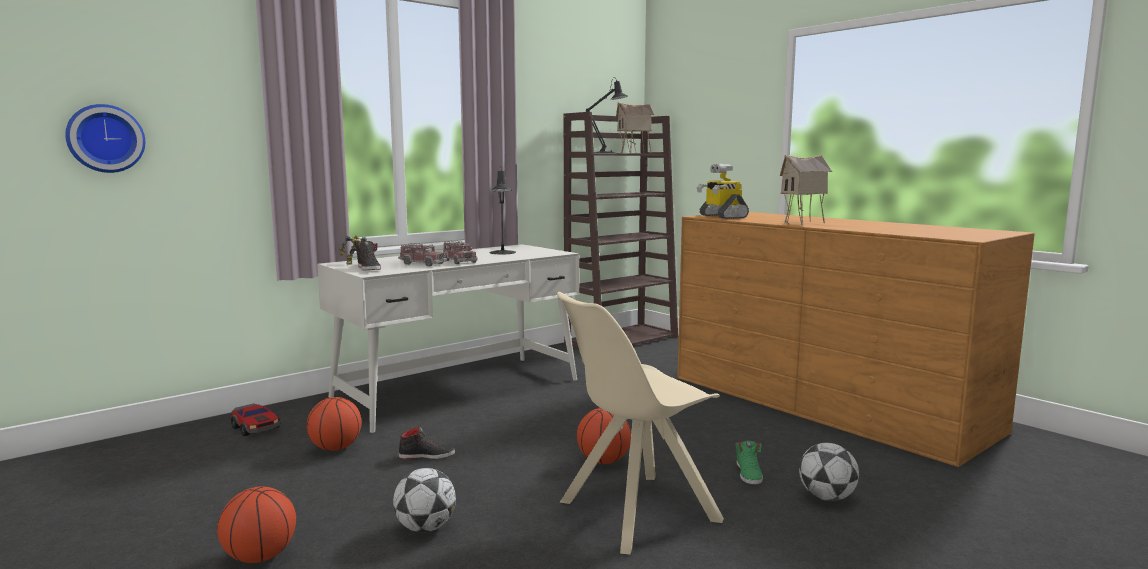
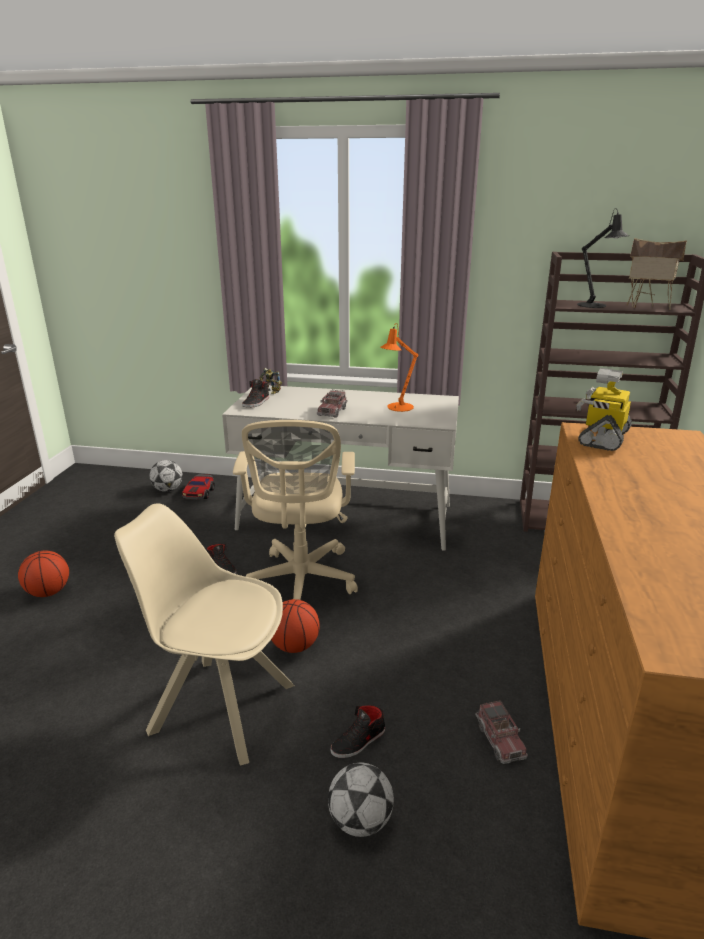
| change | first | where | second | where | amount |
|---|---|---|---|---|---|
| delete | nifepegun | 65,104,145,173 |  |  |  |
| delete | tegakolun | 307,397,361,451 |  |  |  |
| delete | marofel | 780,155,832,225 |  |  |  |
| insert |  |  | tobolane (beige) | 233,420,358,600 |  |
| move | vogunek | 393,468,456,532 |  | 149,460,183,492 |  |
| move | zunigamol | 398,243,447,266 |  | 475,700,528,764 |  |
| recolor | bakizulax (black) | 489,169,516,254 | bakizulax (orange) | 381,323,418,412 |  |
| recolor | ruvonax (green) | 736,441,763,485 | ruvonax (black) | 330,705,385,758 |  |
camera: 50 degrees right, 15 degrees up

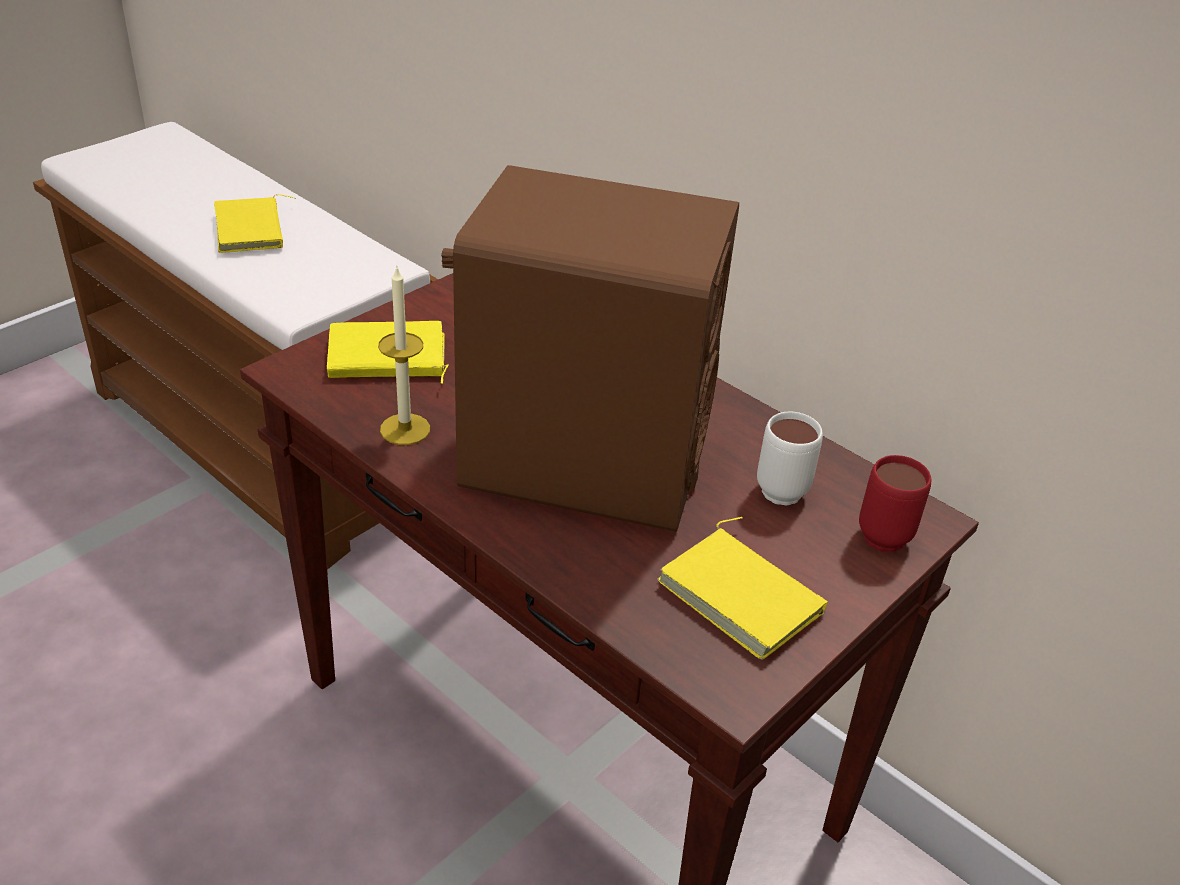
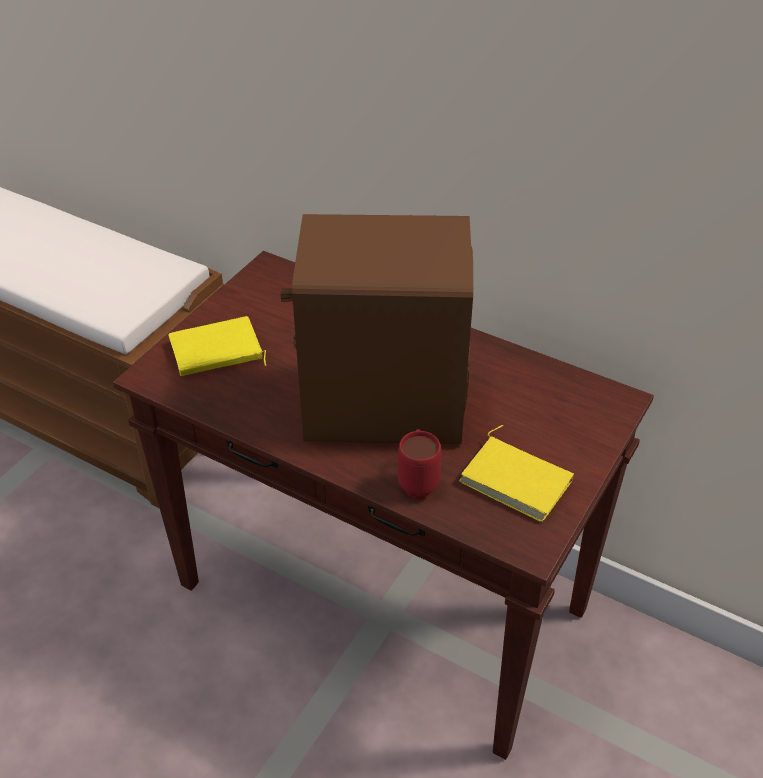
| change | first | where | second | where | amount |
|---|---|---|---|---|---|
| delete | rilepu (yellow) | 214,194,294,253 |  |  |  |
| delete | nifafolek | 378,268,430,445 |  |  |  |
| delete | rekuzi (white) | 757,412,823,506 |  |  |  |
| move | rekuzi (red) | 859,455,931,552 |  | 398,429,441,499 |  |
camera: 10 degrees left, 5 degrees up

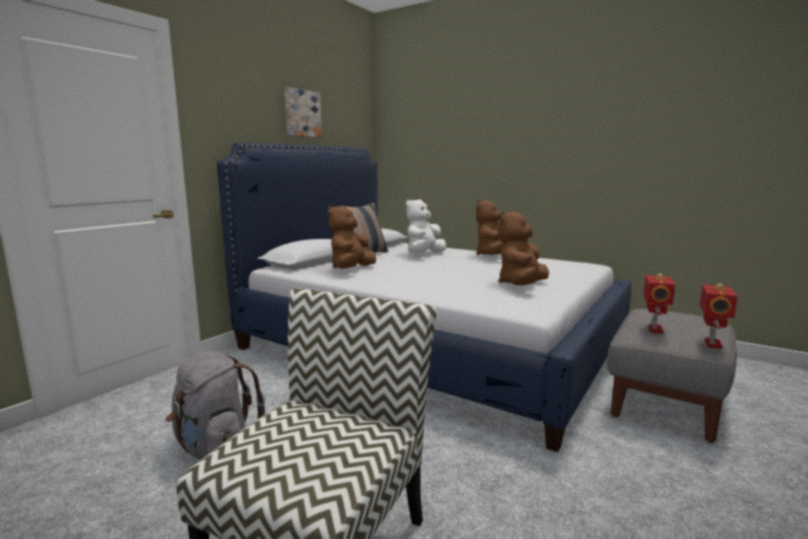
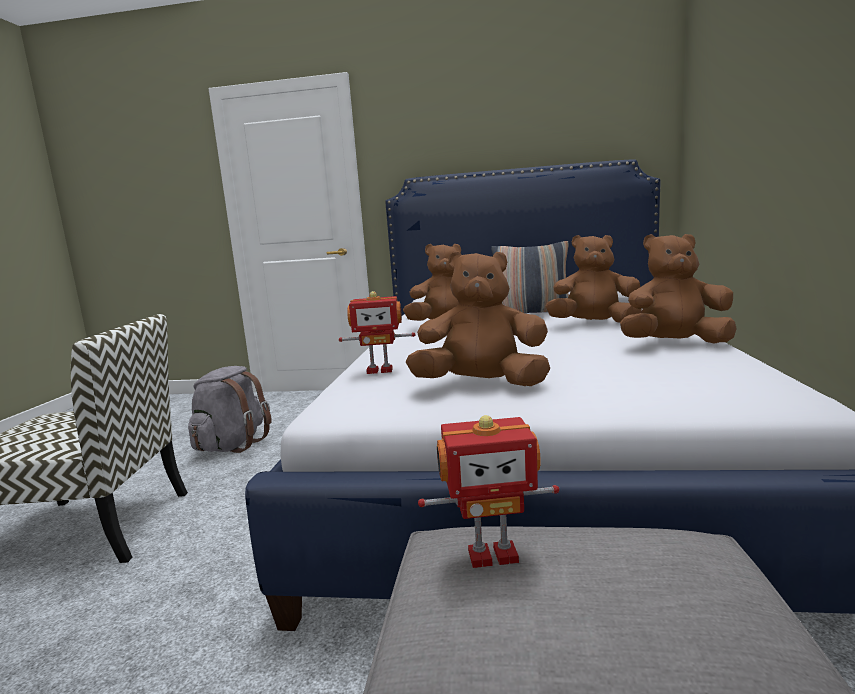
| change | first | where | second | where | amount |
|---|---|---|---|---|---|
| delete | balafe | 284,87,322,138 |  |  |  |
| move | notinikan | 700,283,738,349 |  | 339,291,415,374 |  |
| recolor | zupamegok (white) | 406,199,446,253 | zupamegok (brown) | 546,235,642,323 |  |
camera: 65 degrees right, 0 degrees up

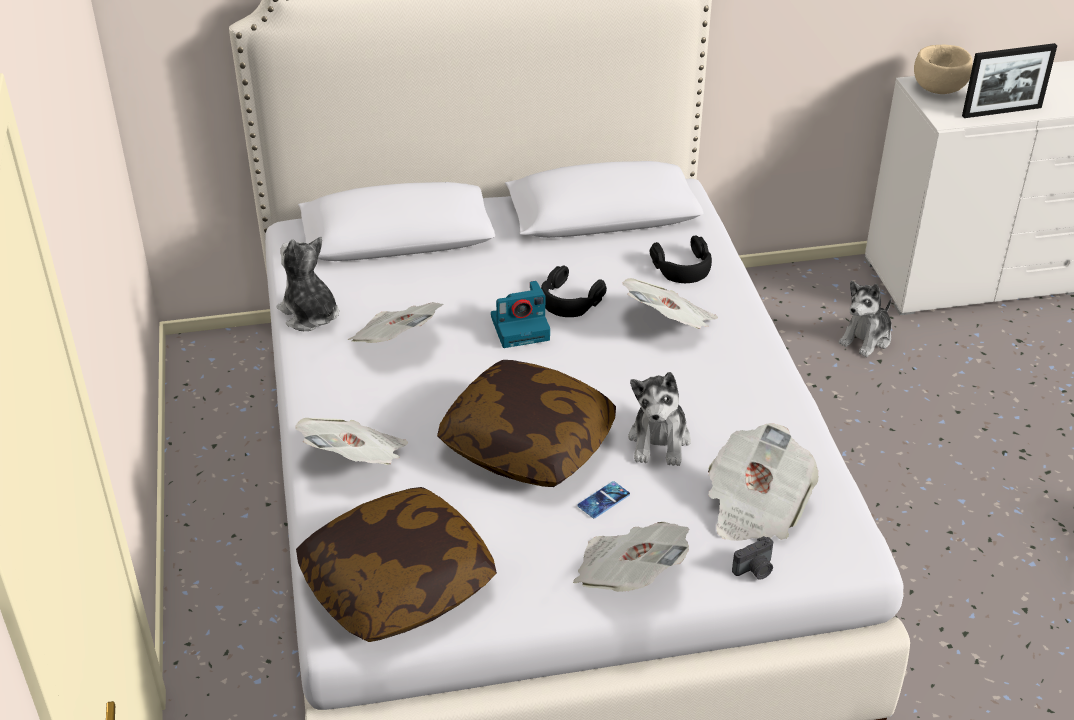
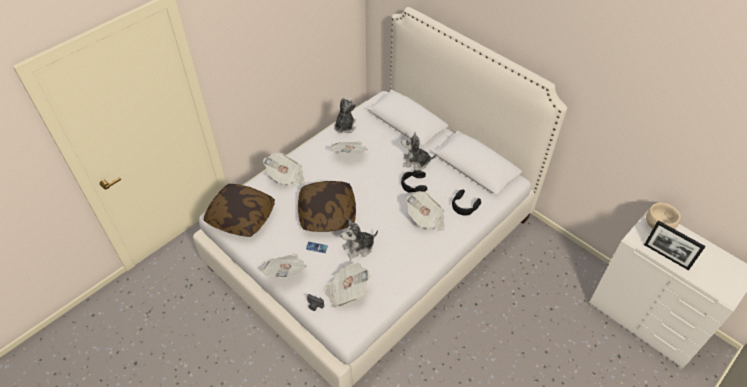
| change | first | where | second | where | amount |
|---|---|---|---|---|---|
| delete | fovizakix | 491,281,550,348 |  |  |  |
| move | zupamegok | 838,281,892,357 |  | 401,132,436,170 |  |
camera: 55 degrees right, 10 degrees up

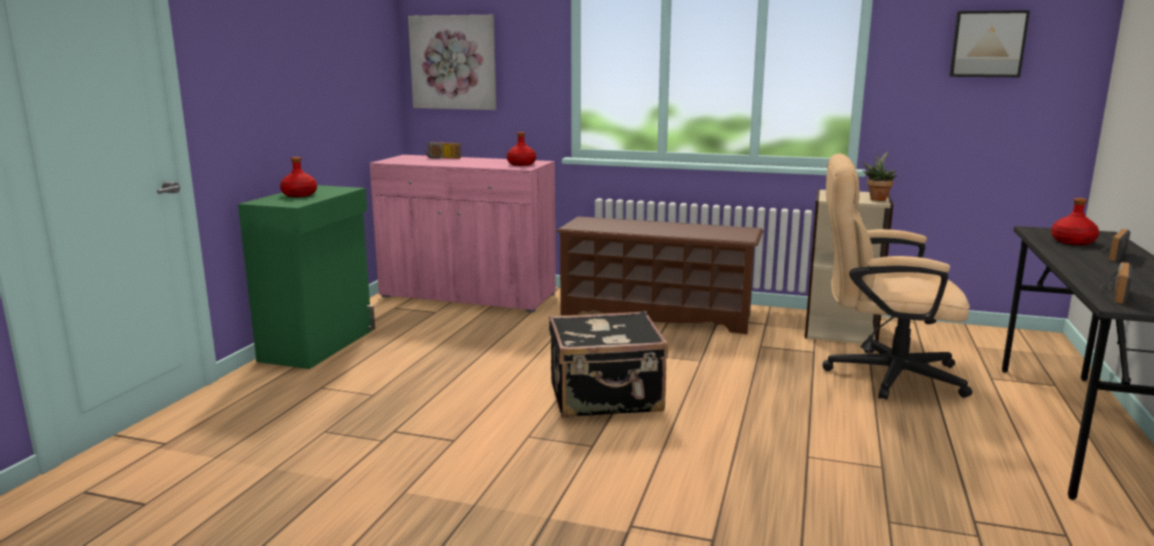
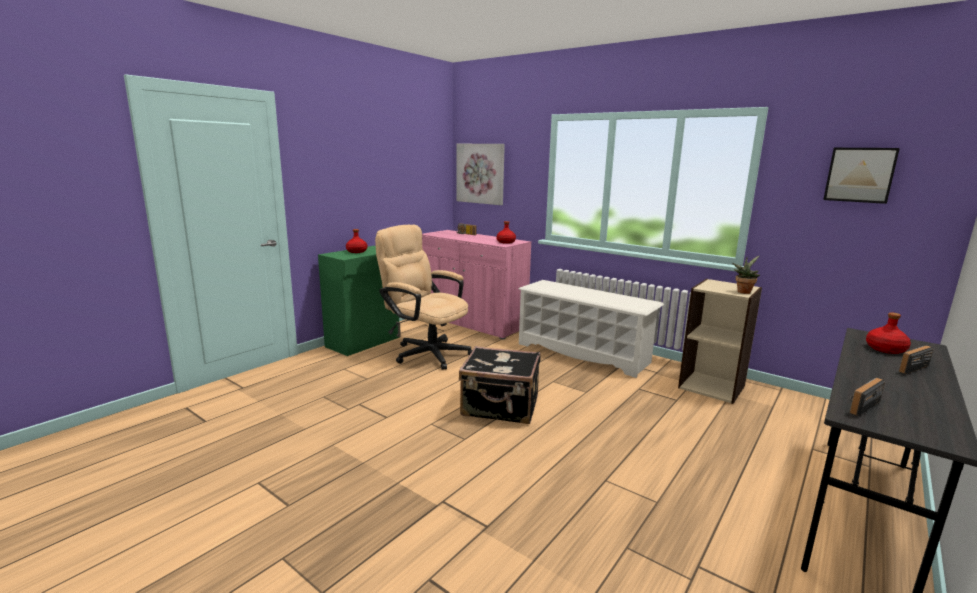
| change | first | where | second | where | amount |
|---|---|---|---|---|---|
| move | tobolane (beige) | 822,154,973,400 |  | 375,225,472,370 |  |
| recolor | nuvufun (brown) | 556,217,763,334 | nuvufun (white) | 518,280,664,378 |  |
camera: 20 degrees right, 0 degrees up

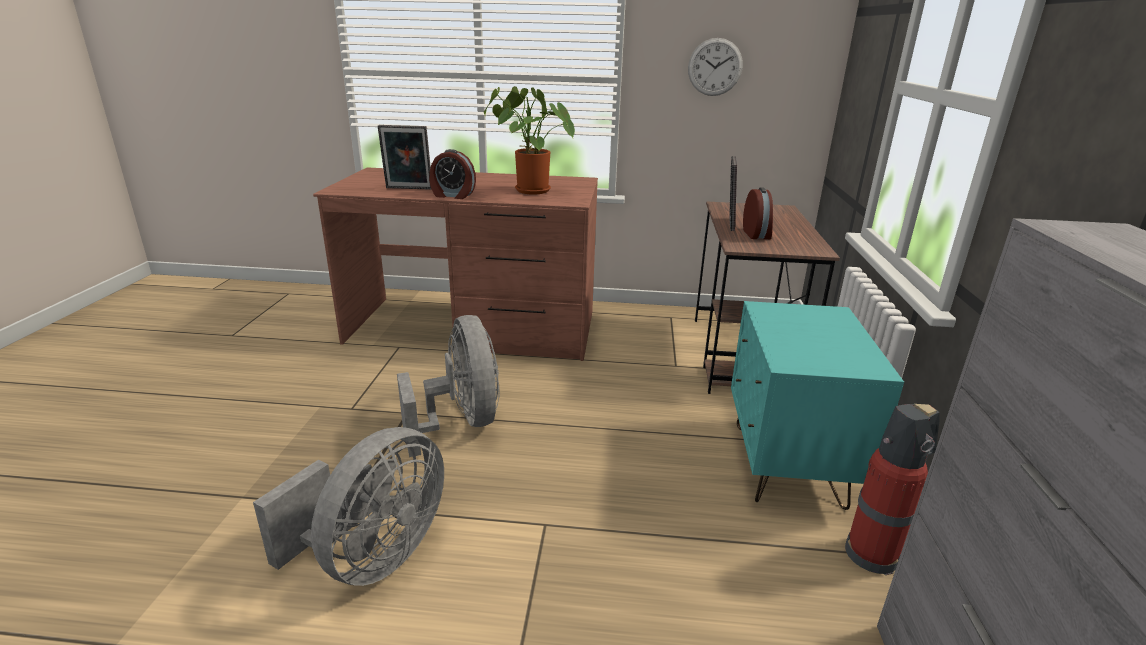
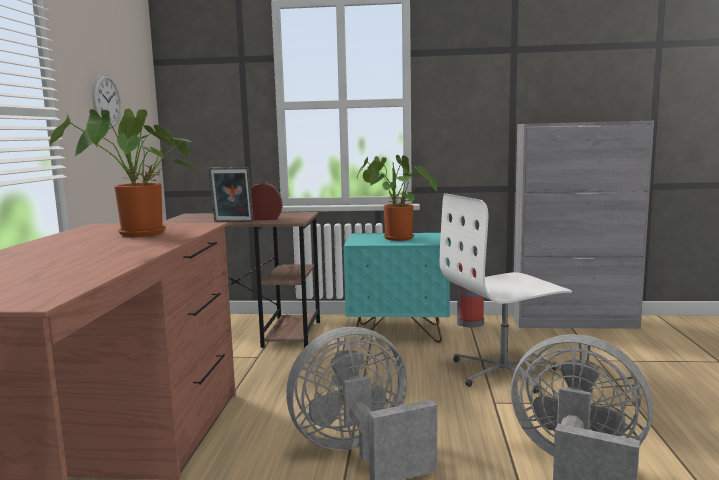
| change | first | where | second | where | amount |
|---|---|---|---|---|---|
| delete | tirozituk | 378,125,431,190 |  |  |  |
| delete | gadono | 429,149,476,199 |  |  |  |
| insert |  |  | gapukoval | 357,155,437,241 |  |
| insert |  |  | tobolane (white) | 440,193,572,393 |  |
camera: 90 degrees left, 15 degrees down

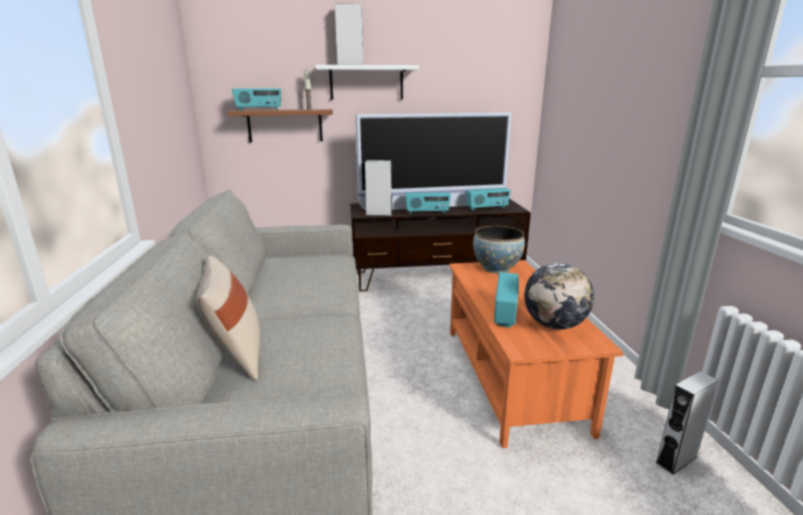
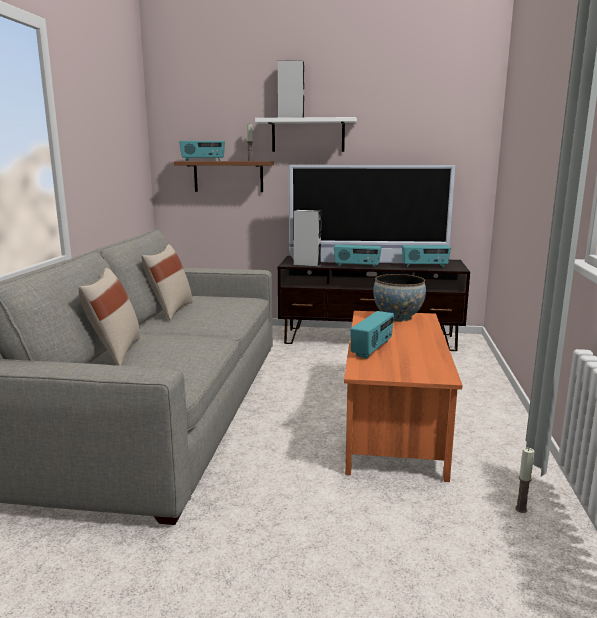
| change | first | where | second | where | amount |
|---|---|---|---|---|---|
| delete | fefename | 524,263,594,329 |  |  |  |
| insert |  |  | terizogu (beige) | 141,244,193,320 |  |
| replace | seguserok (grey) | 655,371,719,475 | nifafolek | 515,447,534,513 |  |
camera: 15 degrees right, 5 degrees down

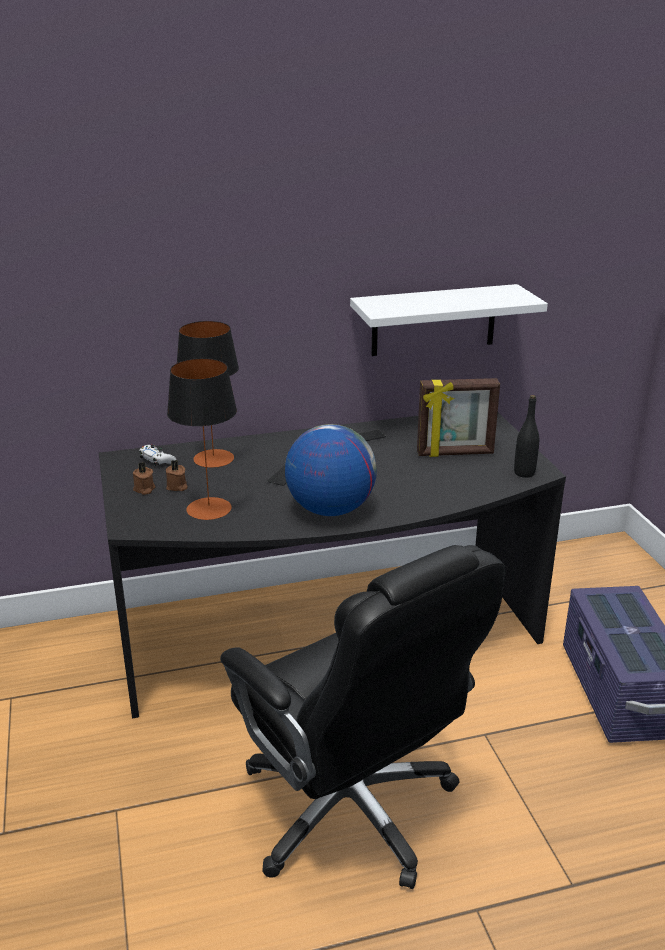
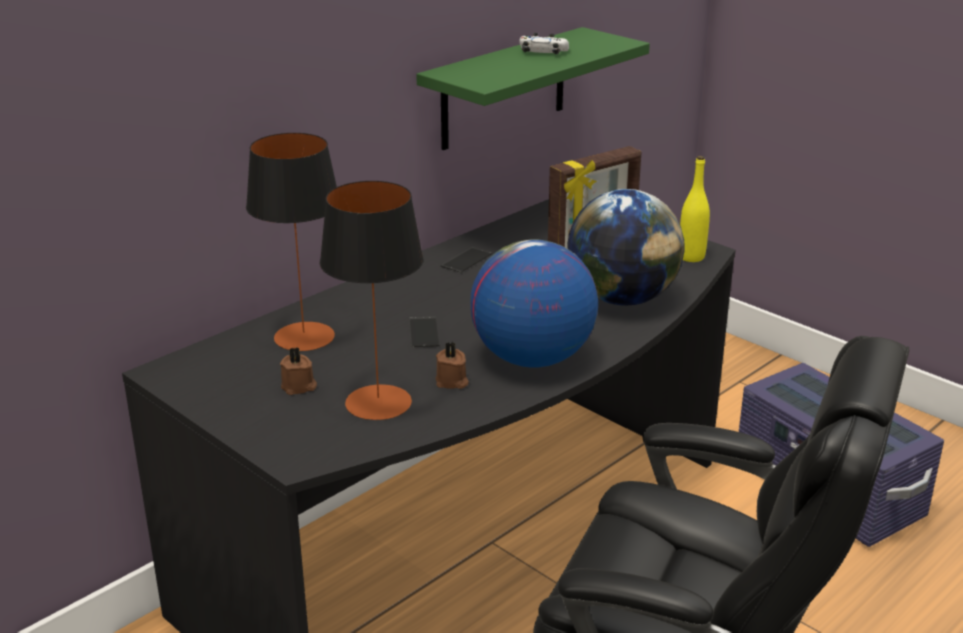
| change | first | where | second | where | amount |
|---|---|---|---|---|---|
| insert |  |  | fefename | 567,189,685,306 |  |
| move | nifafolek (brown) | 133,462,156,495 |  | 435,342,469,389 |  |
| move | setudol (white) | 139,445,176,466 |  | 519,33,569,54 |  |
| recolor | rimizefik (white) | 350,284,548,356 | rimizefik (green) | 416,27,650,150 |  |
| recolor | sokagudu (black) | 514,395,539,478 | sokagudu (yellow) | 680,156,710,262 |  |
camera: 30 degrees left, 0 degrees up

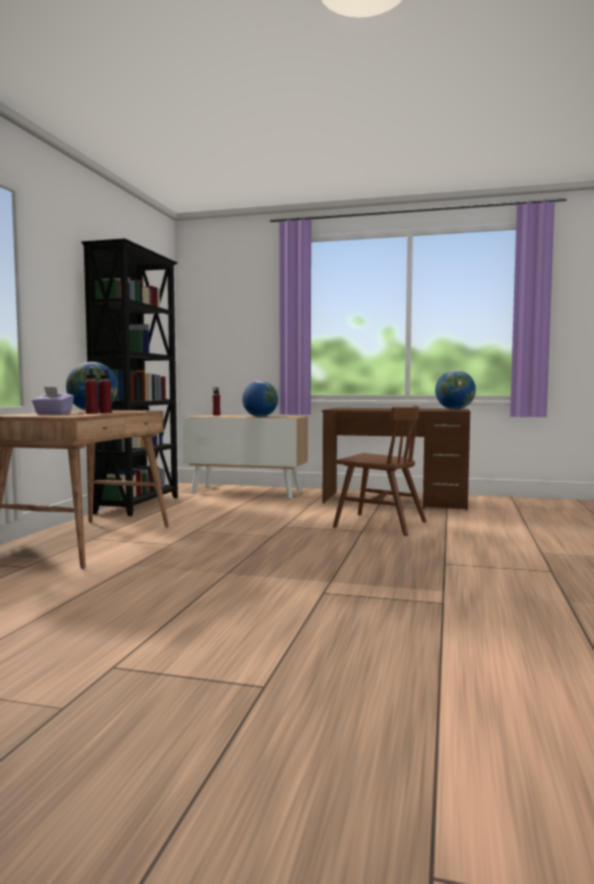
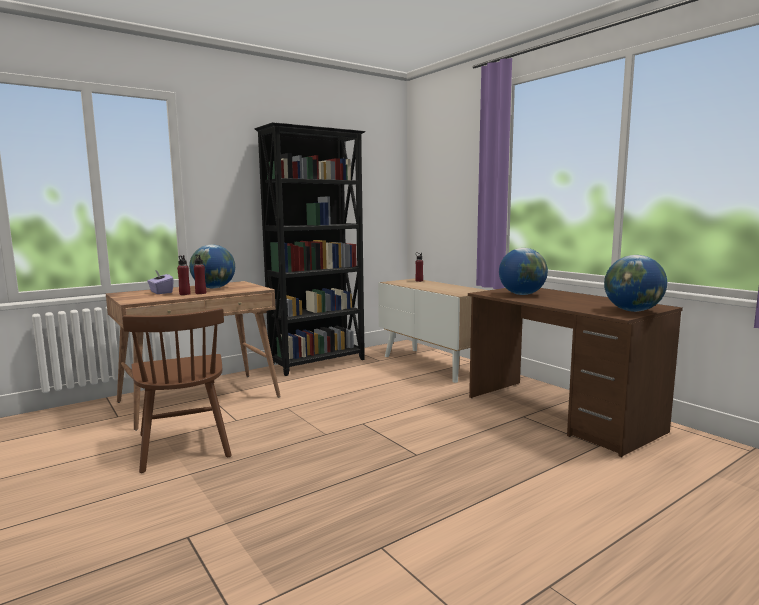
| change | first | where | second | where | amount |
|---|---|---|---|---|---|
| move | fefename | 242,381,278,417 |  | 499,248,548,295 |  |
| move | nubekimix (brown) | 333,405,427,536 |  | 123,308,232,473 |  |
camera: 40 degrees right, 5 degrees up

